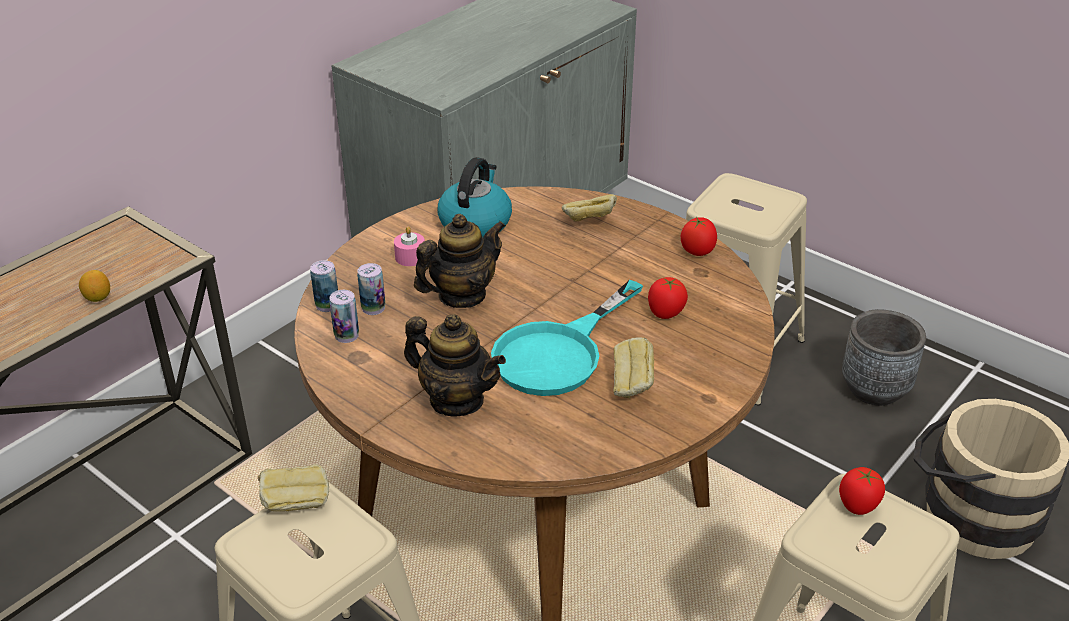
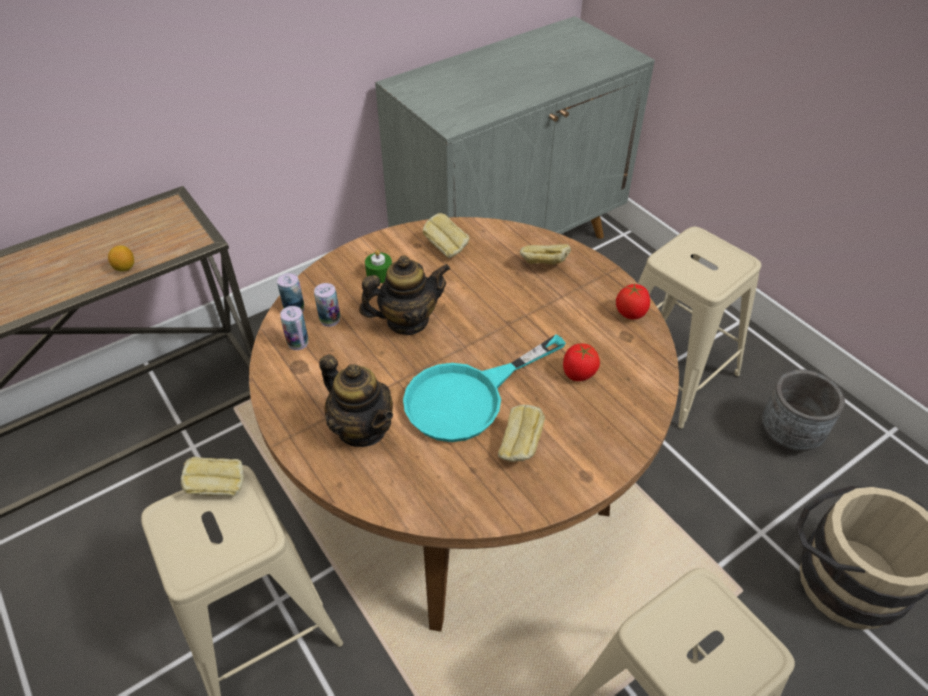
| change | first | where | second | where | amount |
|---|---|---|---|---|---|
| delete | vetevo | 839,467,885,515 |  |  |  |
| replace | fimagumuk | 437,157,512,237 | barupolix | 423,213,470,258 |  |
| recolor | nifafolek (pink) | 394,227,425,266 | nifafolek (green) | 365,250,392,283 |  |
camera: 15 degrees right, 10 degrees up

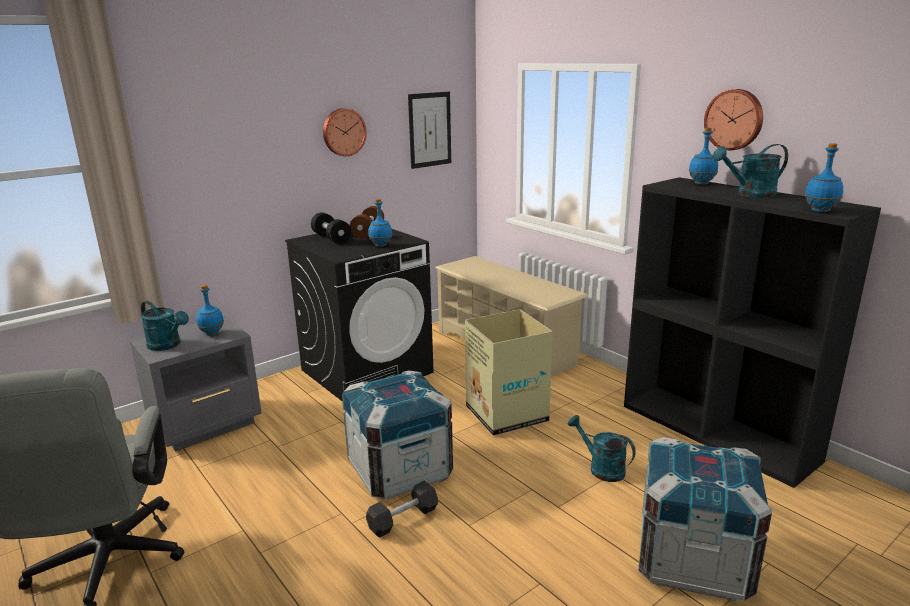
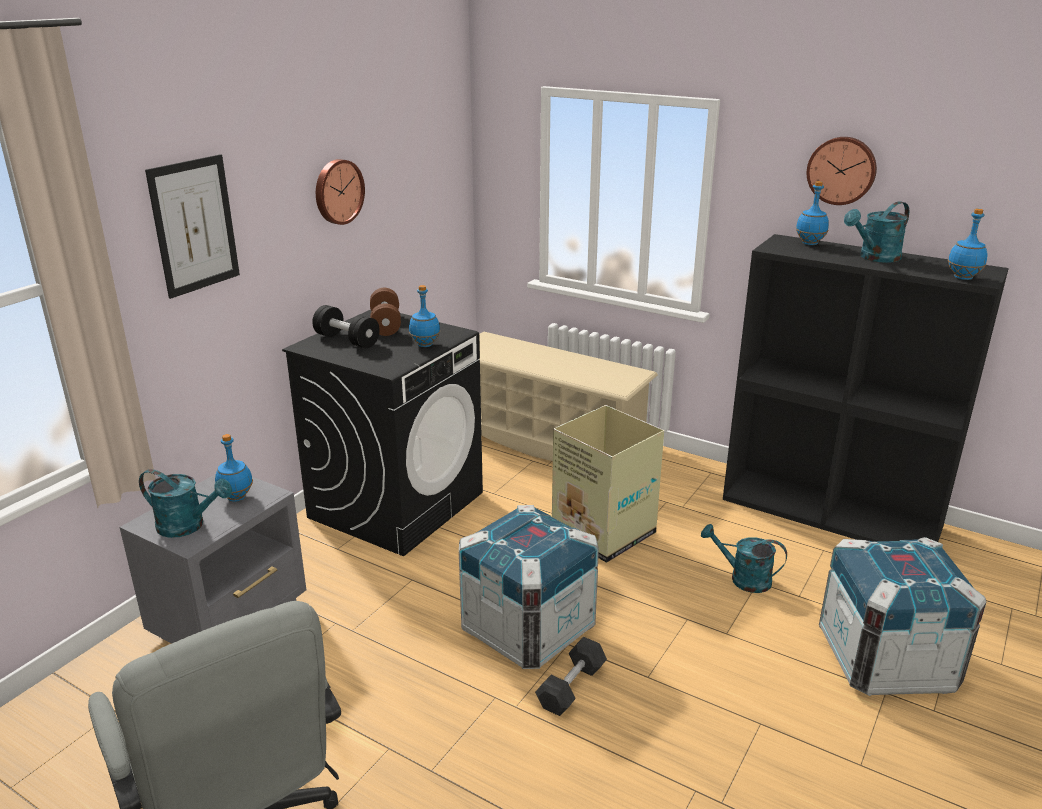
| change | first | where | second | where | amount |
|---|---|---|---|---|---|
| move | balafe | 408,92,451,169 |  | 145,154,240,299 |  |
camera: 20 degrees left, 5 degrees up

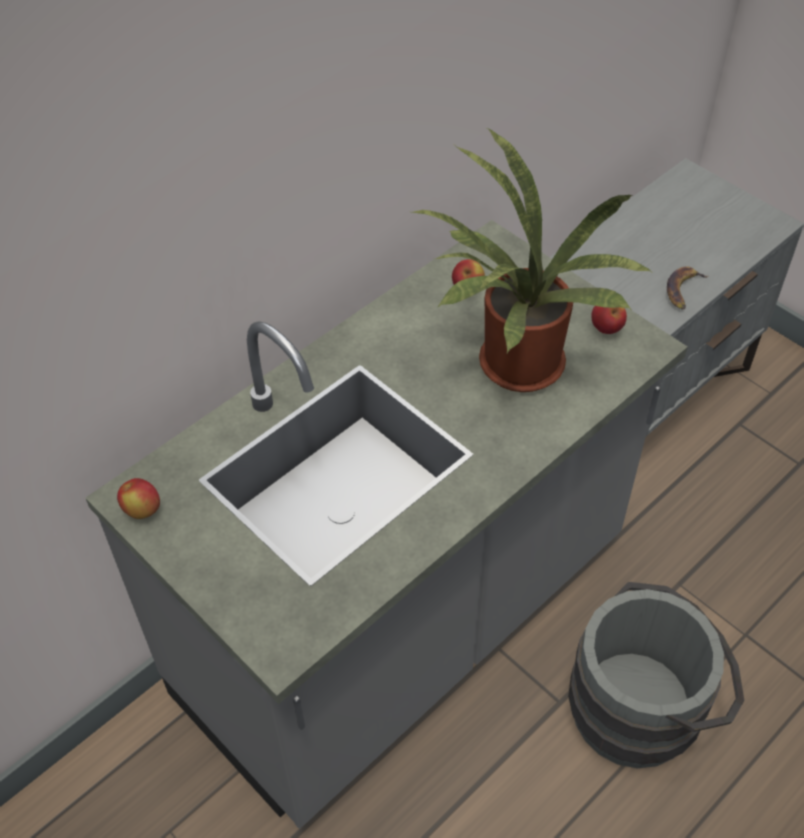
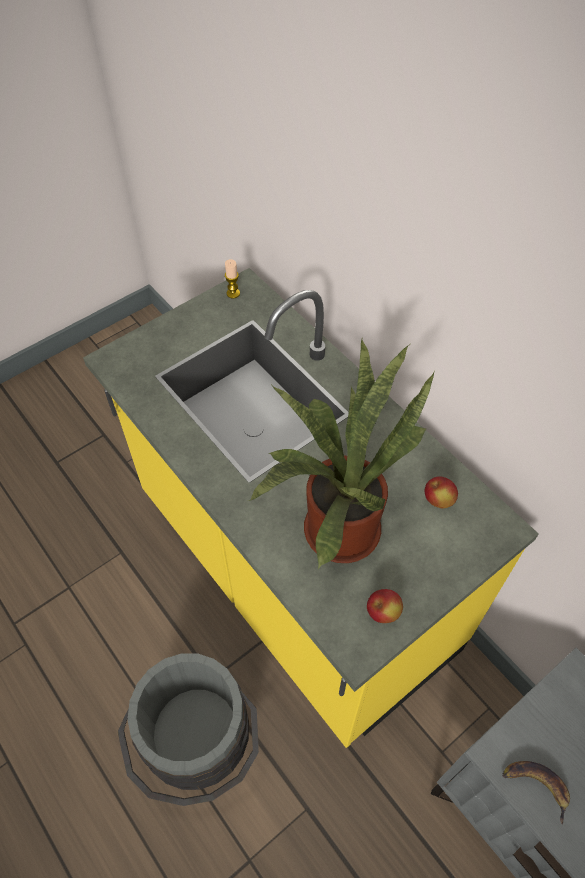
| change | first | where | second | where | amount |
|---|---|---|---|---|---|
| replace | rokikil | 117,478,160,519 | nifafolek | 225,259,240,299 |  |
| recolor | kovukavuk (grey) | 86,220,688,829 | kovukavuk (yellow) | 83,268,539,748 |  |
camera: 95 degrees right, 5 degrees up

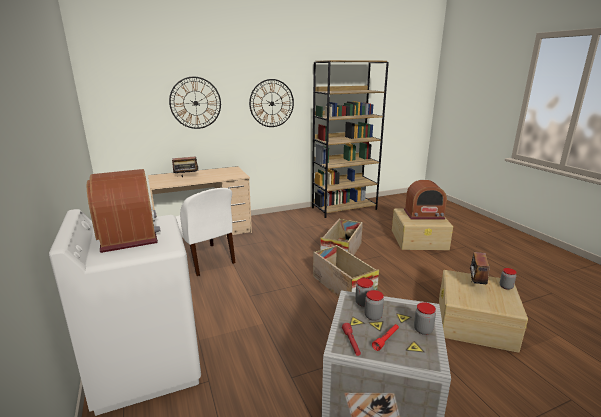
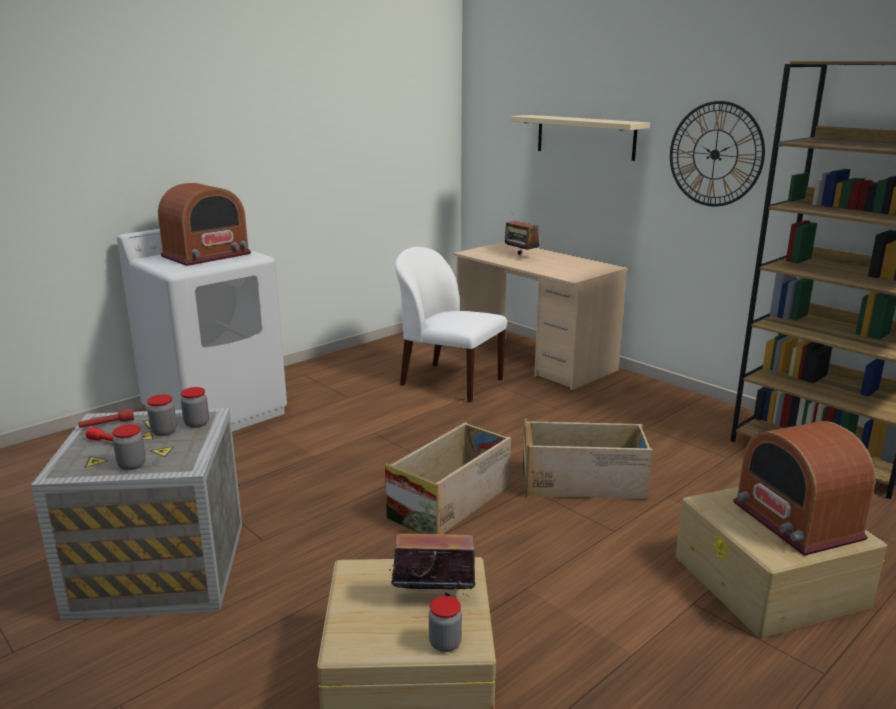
| change | first | where | second | where | amount |
|---|---|---|---|---|---|
| replace | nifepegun | 169,77,221,129 | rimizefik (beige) | 510,115,650,161 |  |
| rotate | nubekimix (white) | 176,188,236,276 |  | 395,247,507,402 | 90 degrees clockwise |
camera: 70 degrees right, 0 degrees up

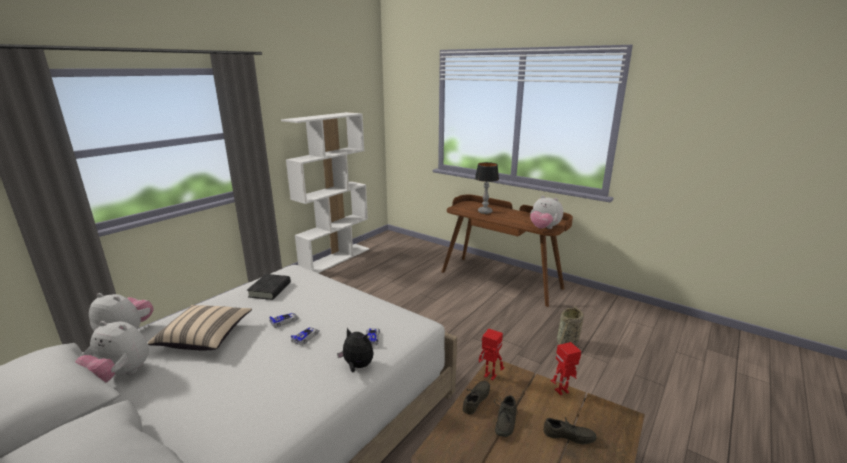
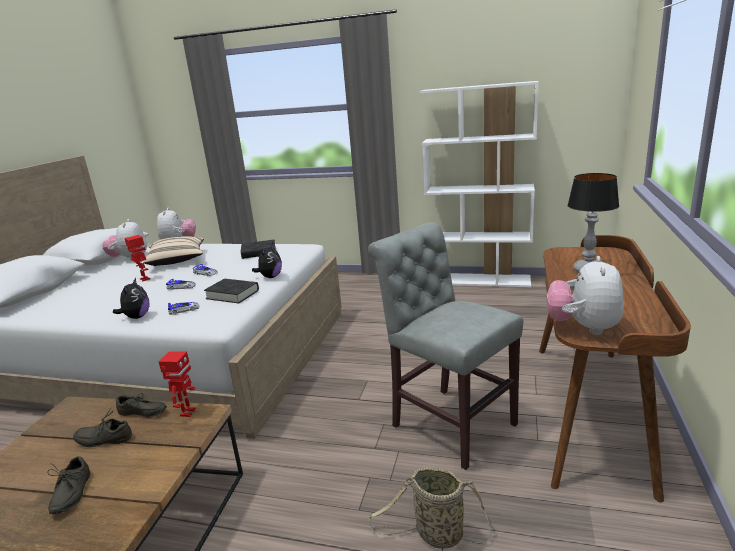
| change | first | where | second | where | amount |
|---|---|---|---|---|---|
| insert |  |  | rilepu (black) | 204,279,259,304 |  |
| insert |  |  | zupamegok | 252,243,282,278 |  |
| insert |  |  | nubekimix (grey) | 368,222,523,470 |  |
| move | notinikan | 551,342,581,395 |  | 125,235,150,281 |  |
camera: 70 degrees right, 0 degrees up

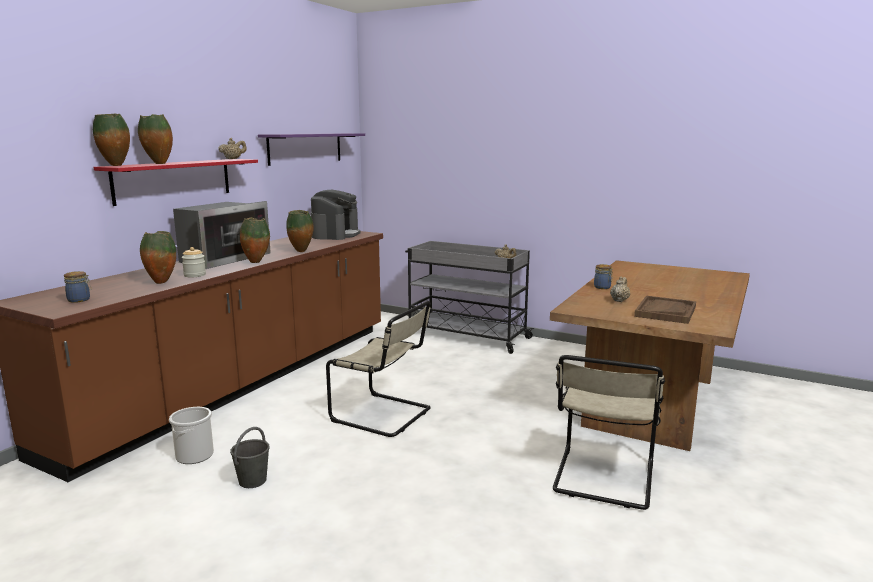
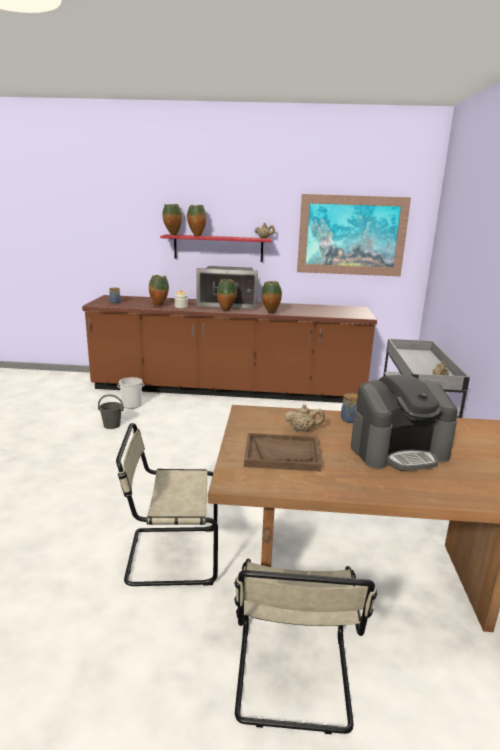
| change | first | where | second | where | amount |
|---|---|---|---|---|---|
| move | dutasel | 311,190,361,240 |  | 351,374,458,471 |  |
| move | nubekimix (beige) | 326,301,431,437 |  | 234,558,377,734 |  |
| replace | rimizefik (purple) | 258,133,365,166 | balafe | 297,194,411,276 |  |
camera: 65 degrees right, 5 degrees up

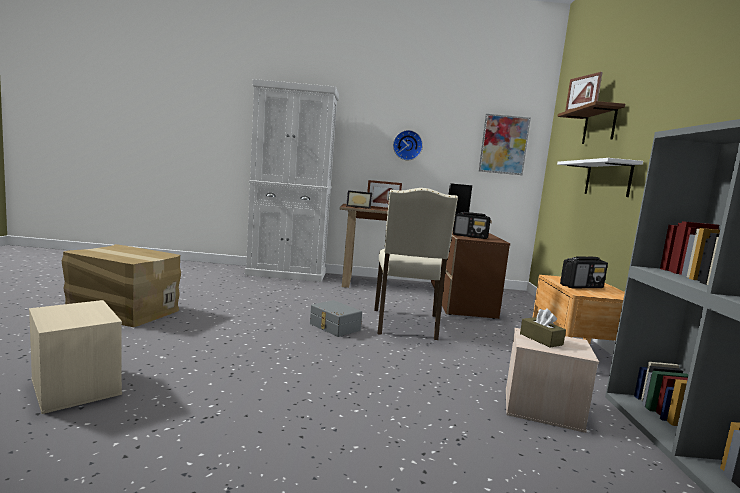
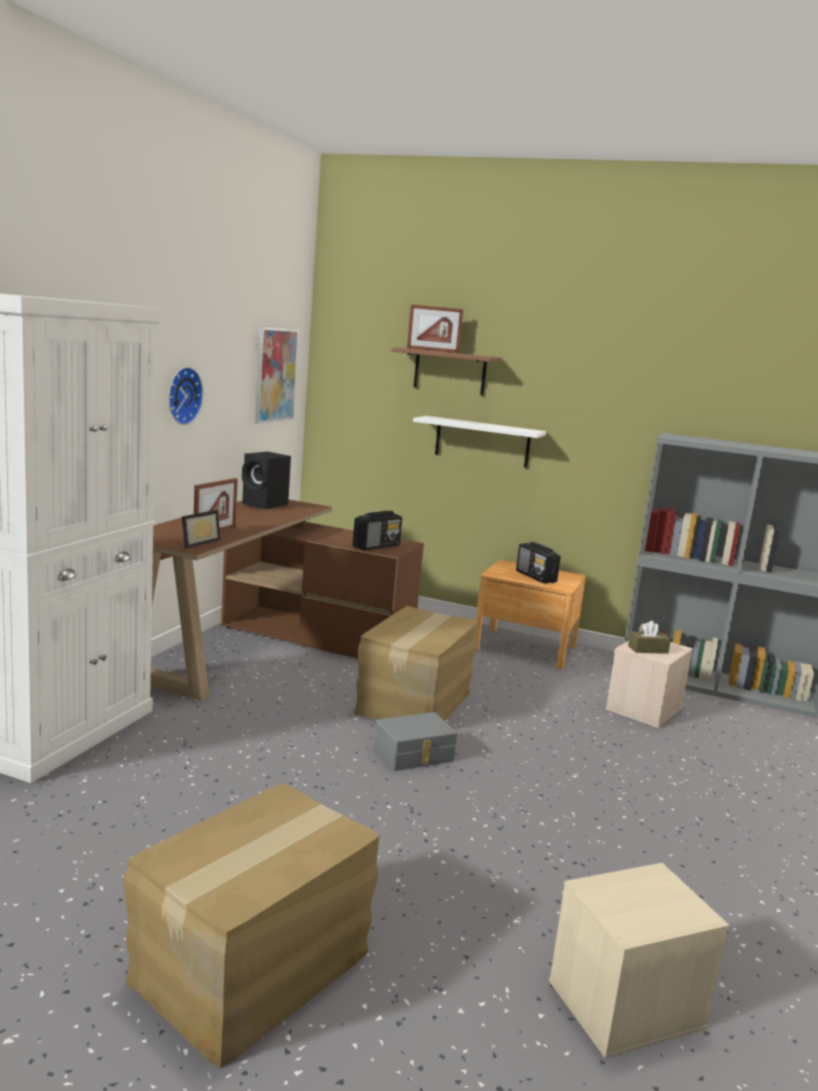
| change | first | where | second | where | amount |
|---|---|---|---|---|---|
| replace | nubekimix (beige) | 374,188,458,340 | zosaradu | 354,606,478,721 |  |
| rotate | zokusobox | 560,256,608,288 |  | 516,542,561,584 | 150 degrees clockwise |
camera: 70 degrees left, 5 degrees up

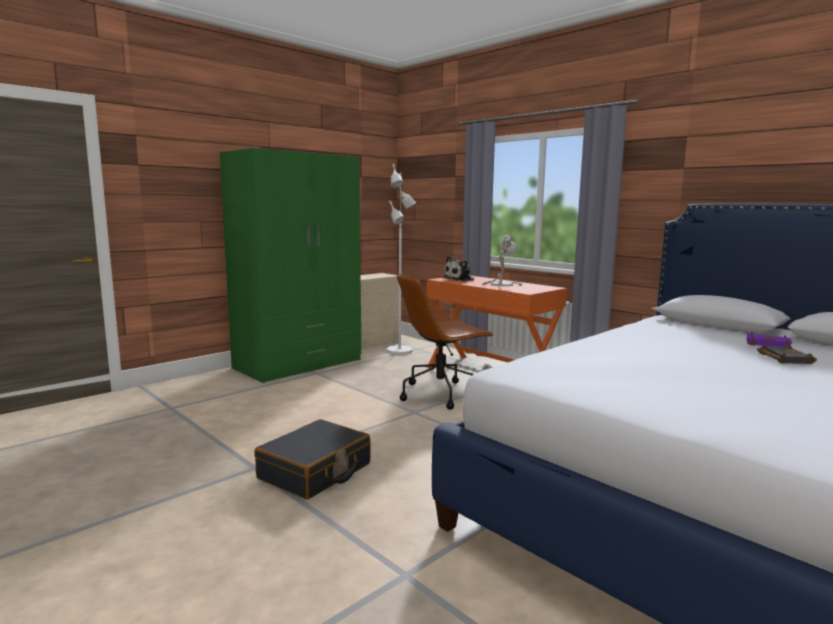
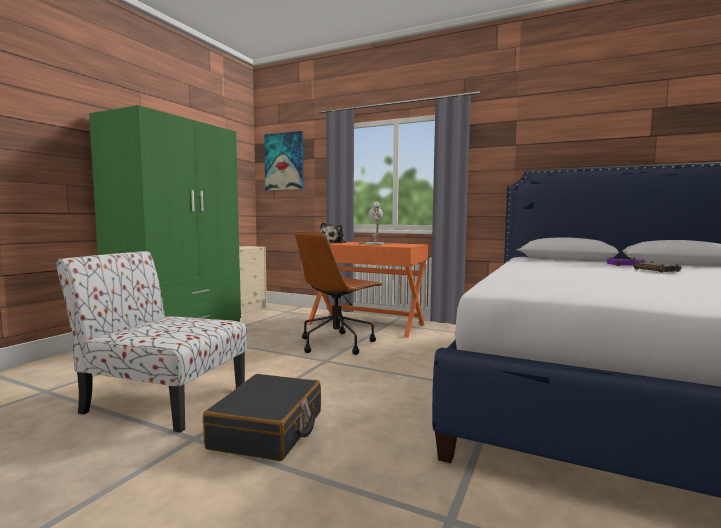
| change | first | where | second | where | amount |
|---|---|---|---|---|---|
| delete | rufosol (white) | 387,164,416,355 |  |  |  |
| insert |  |  | nubekimix | 56,251,247,433 |  |
| insert |  |  | balafe | 264,131,303,191 |  |
camera: 20 degrees left, 5 degrees down

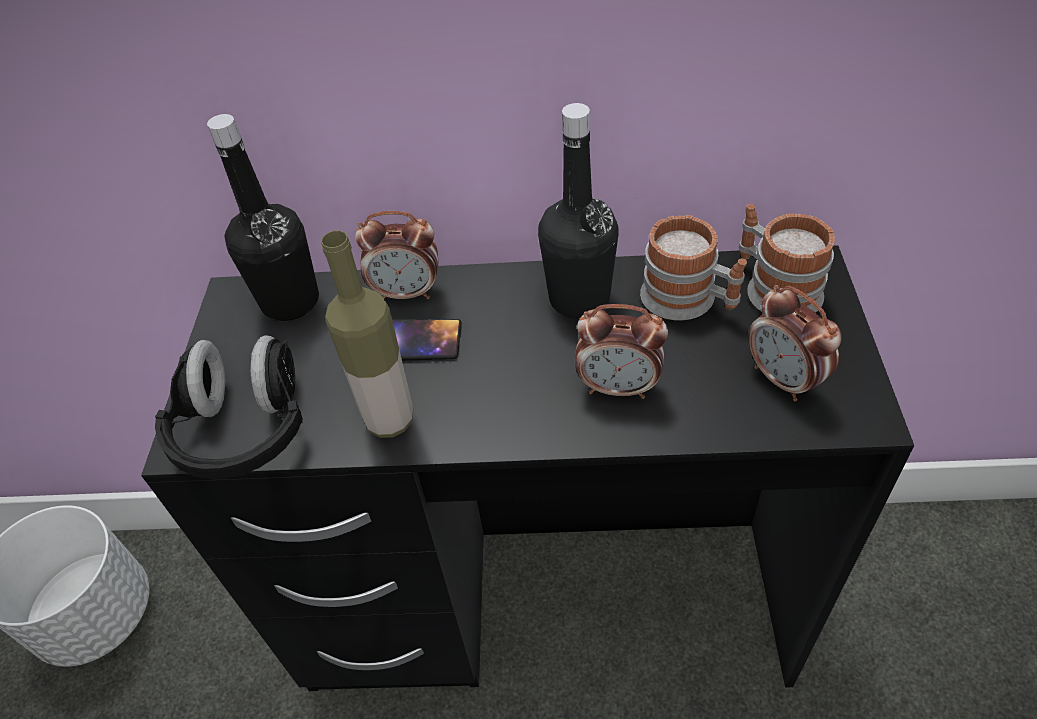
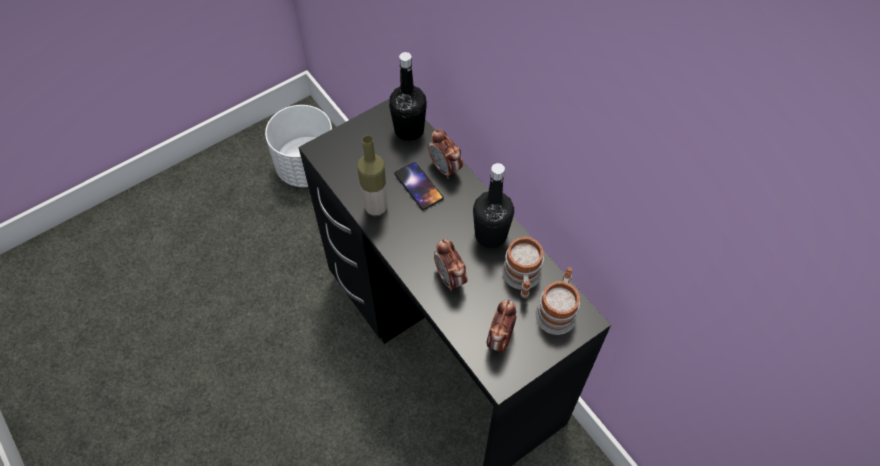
| change | first | where | second | where | amount |
|---|---|---|---|---|---|
| delete | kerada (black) | 155,335,303,479 |  |  |  |
camera: 50 degrees right, 10 degrees up

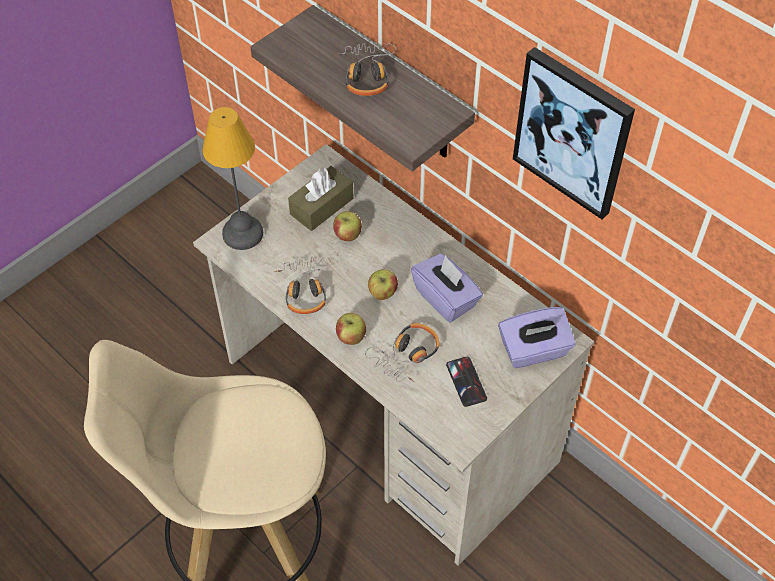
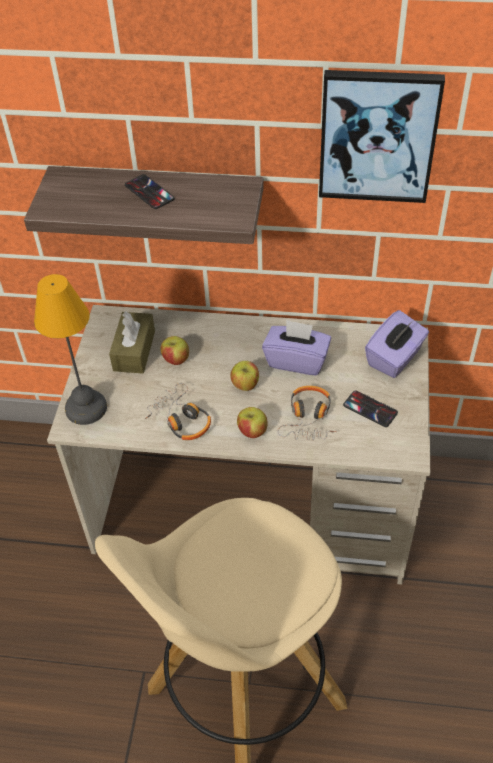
| change | first | where | second | where | amount |
|---|---|---|---|---|---|
| replace | kerada | 335,42,396,96 | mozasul | 125,174,175,209 |  |
camera: 35 degrees left, 5 degrees down

